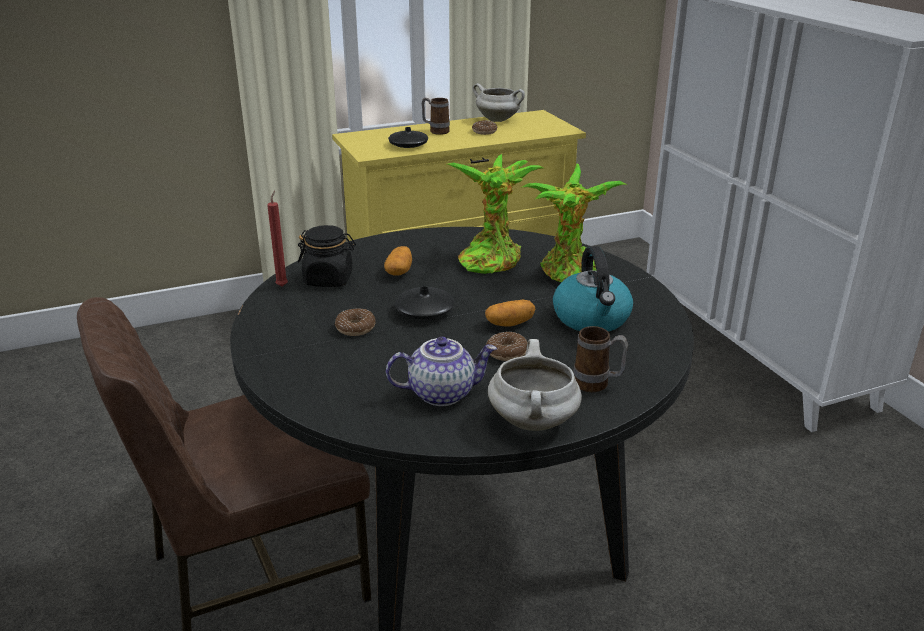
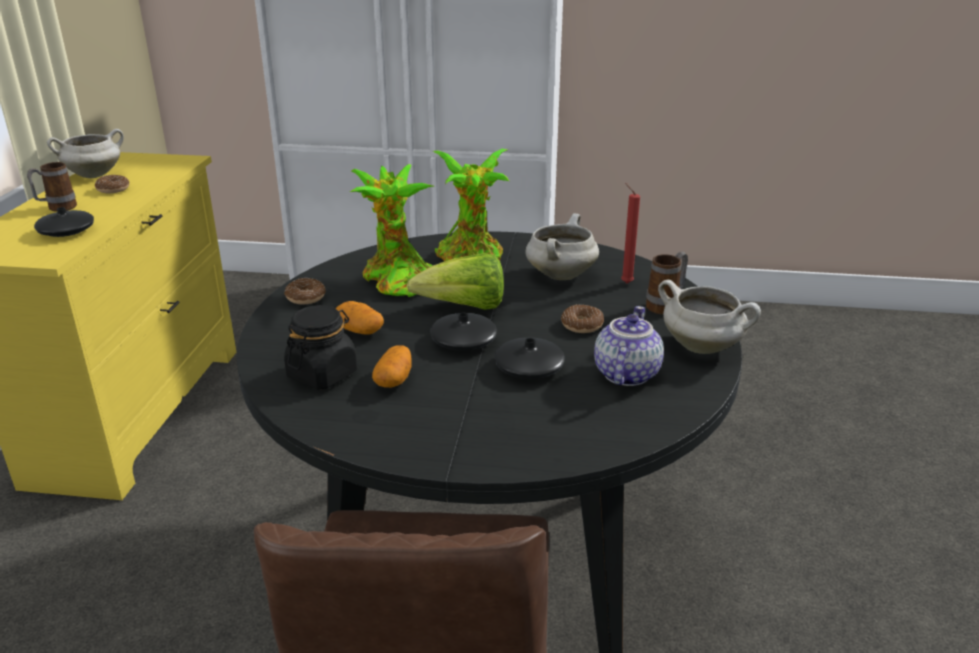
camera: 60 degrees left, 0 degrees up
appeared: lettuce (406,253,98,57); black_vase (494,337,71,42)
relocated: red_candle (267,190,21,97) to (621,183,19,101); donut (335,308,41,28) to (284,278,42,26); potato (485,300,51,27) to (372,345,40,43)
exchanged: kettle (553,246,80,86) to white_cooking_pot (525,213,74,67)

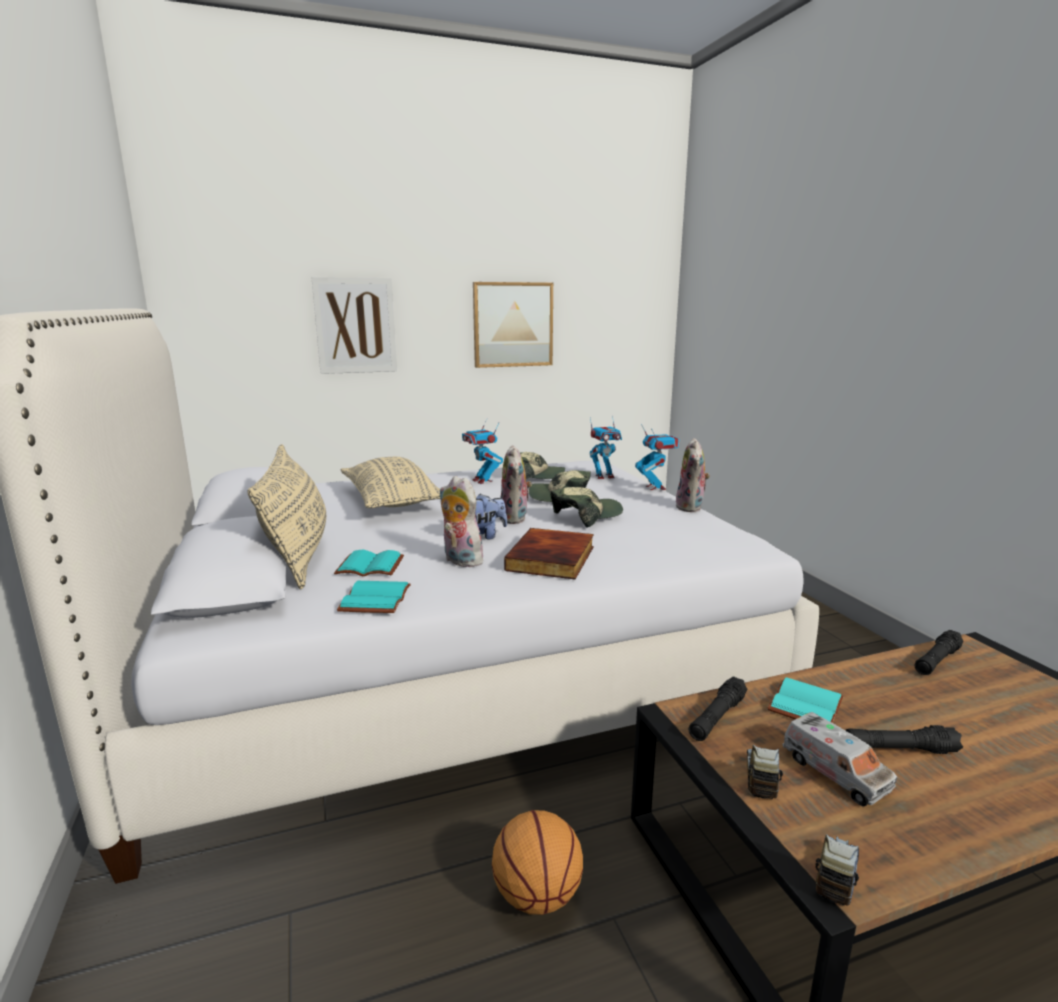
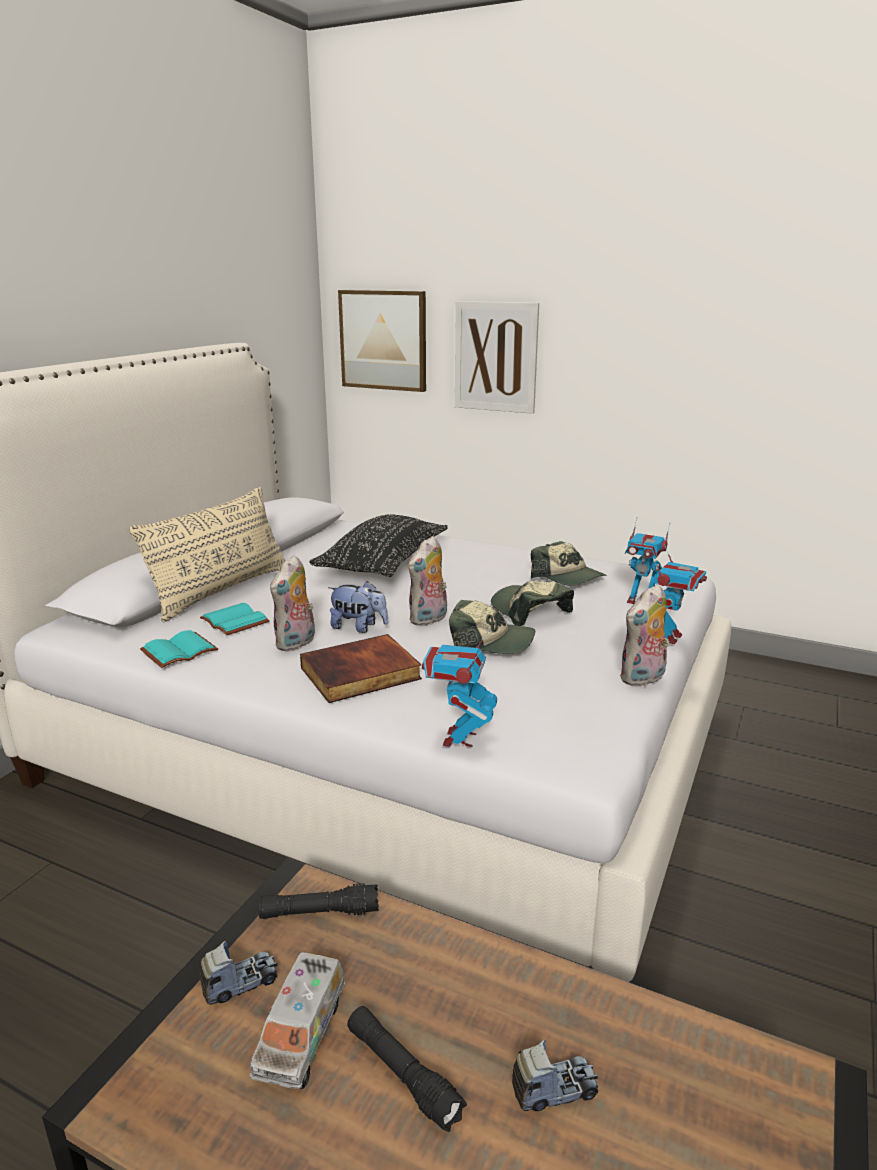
camera: 45 degrees right, 5 degrees up
missing: basketball (492,810,91,105); turquoise_book (767,677,77,46); black_flashlight (915,630,48,45)
relocated: toy_robot (462,419,41,65) to (422,629,75,118); picture (473,282,80,86) to (338,290,88,102); toy_truck (815,834,44,72) to (512,1039,86,72)
colour: beige_pillow (341,457,99,51) to black_pillow (309,514,139,63)
spun: plush_toy (439,476,44,91) = (270,555,45,97) 150 degrees counterclockwise

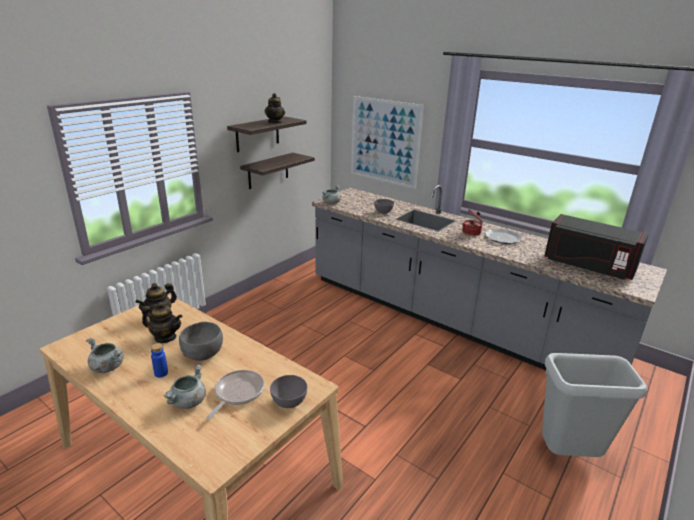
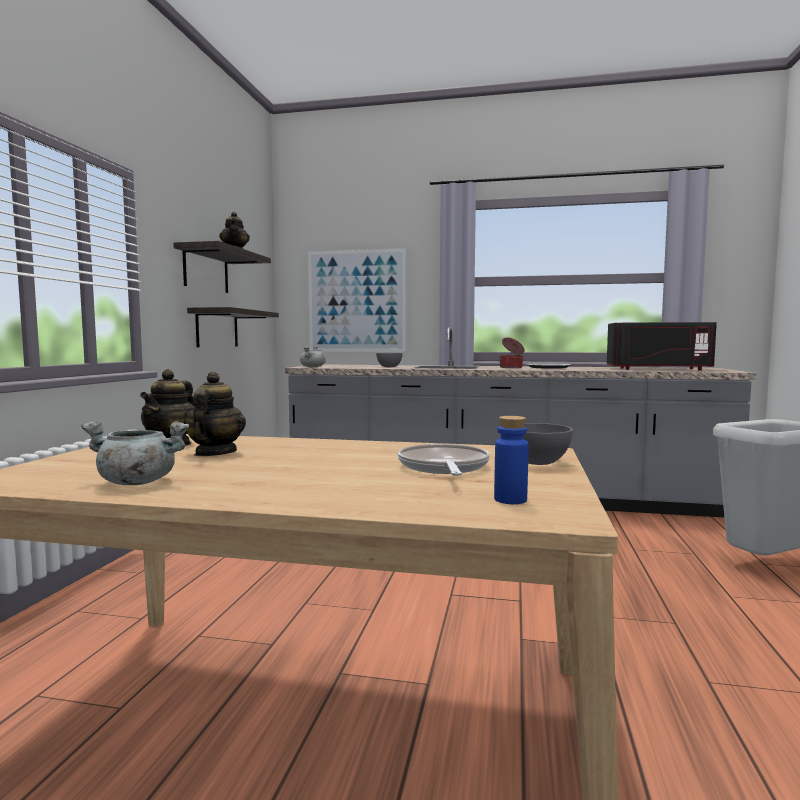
camera: 25 degrees left, 20 degrees down
missing: grey_cooking_pot (163,364,43,45); grey_bowl (179,322,44,39)
relocated: blue_bottle (151,343,17,35) to (494,416,34,88)
spun: teapot (142,302,40,41) = (184,372,62,84) 75 degrees counterclockwise

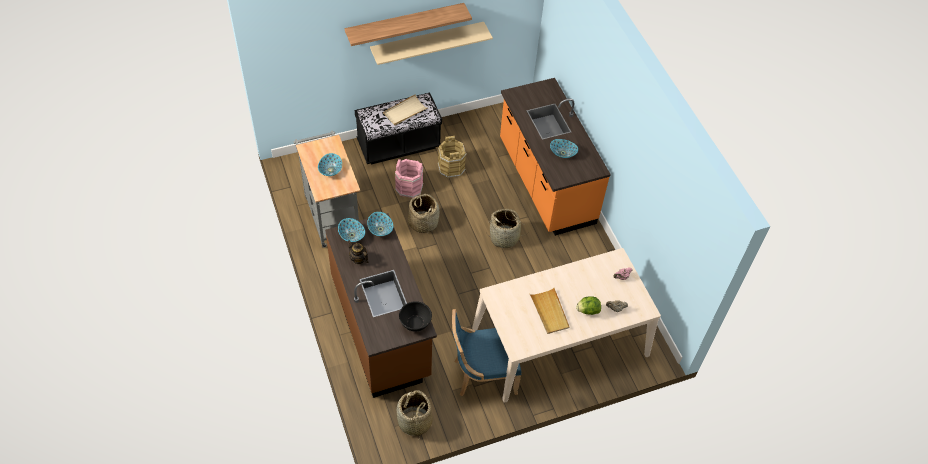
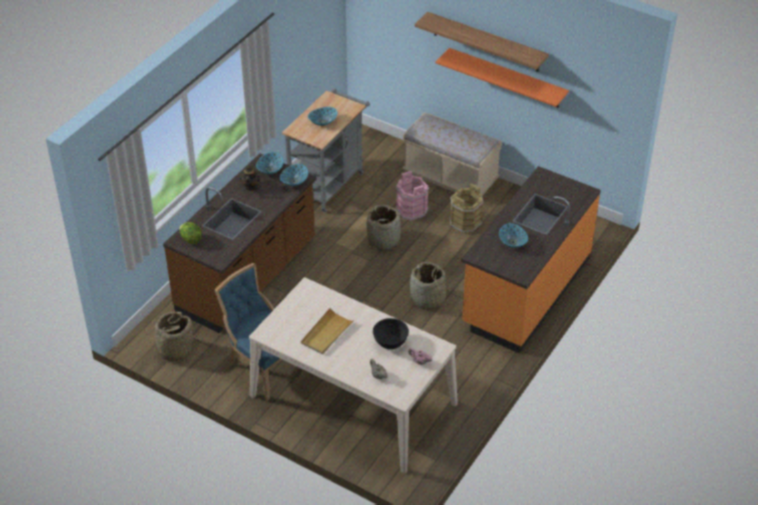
camera: 55 degrees right, 10 degrees down
missing: beige_tray (383,94,44,32)
relocated: black_bowl (399,301,33,31) to (373,318,36,31); lettuce (576,296,25,19) to (179,222,23,22)
colour: black_bench (355,93,87,71) to beige_bench (403,112,99,84); beige_shelf (370,22,123,43) to orange_shelf (436,48,133,59)

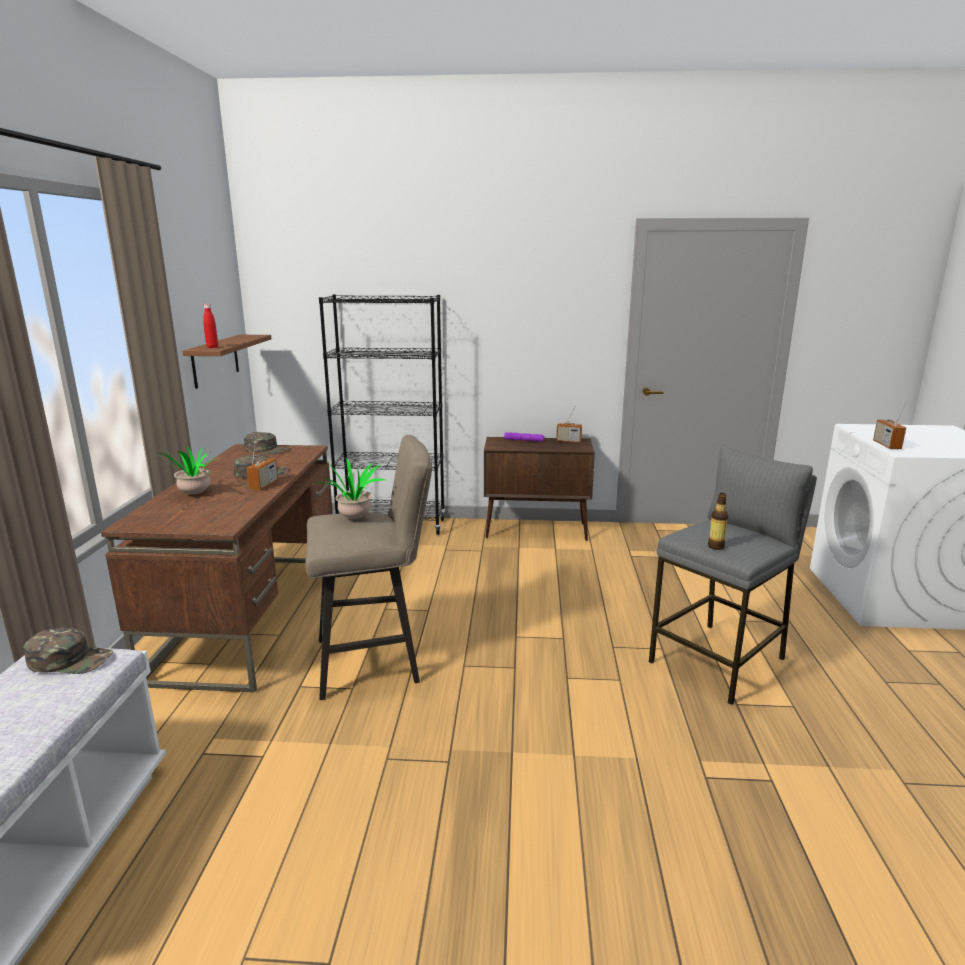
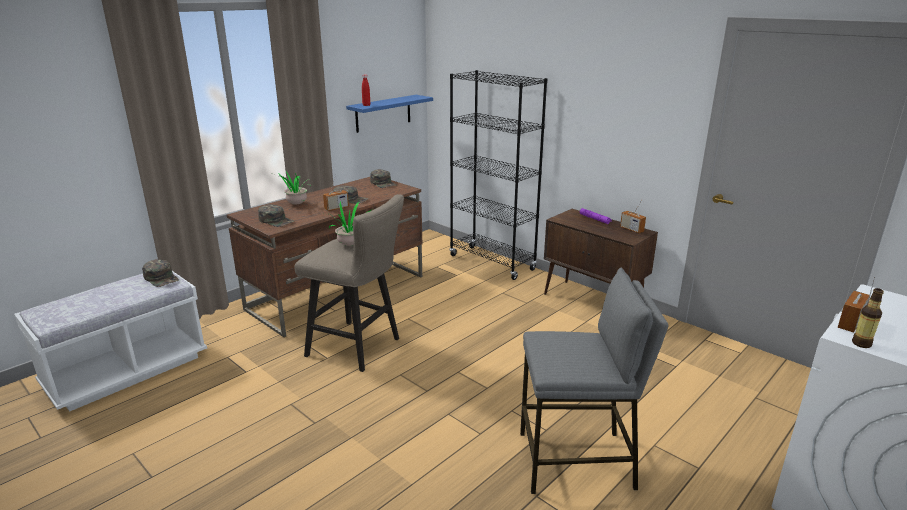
camera: 40 degrees right, 5 degrees up
appeared: green_cap (258,204,36,23)
relocated: bottle (708,493,20,57) to (852,288,32,60)
colour: brown_shelf (183,335,88,54) to blue_shelf (346,95,87,38)

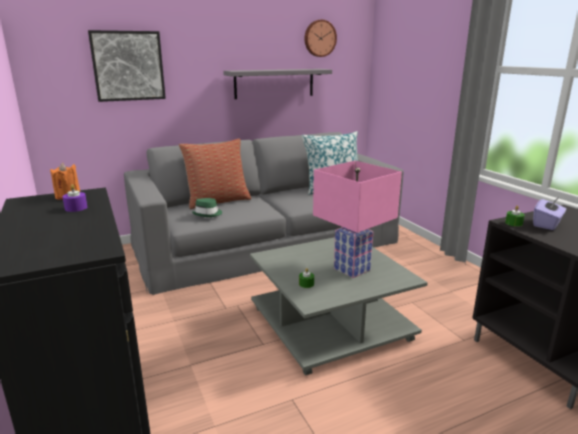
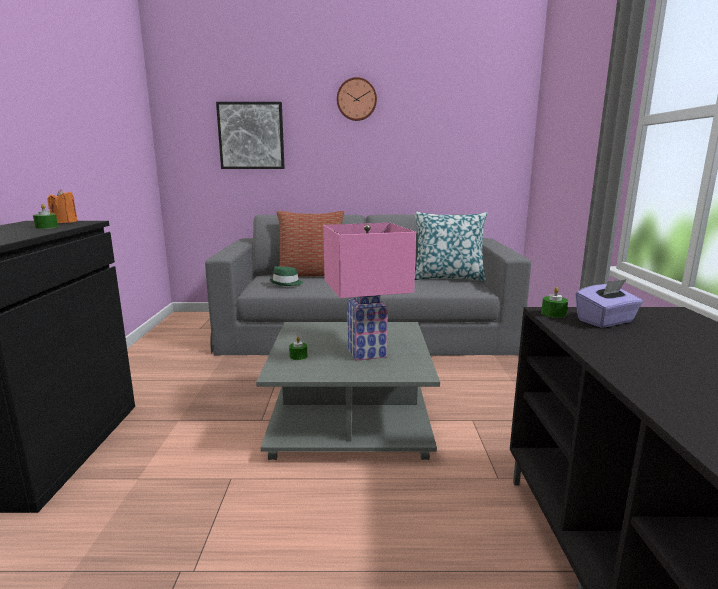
camera: 25 degrees right, 5 degrees down
missing: grey_shelf (223,69,109,30)
relocated: wall_clock (305,20,32,37) to (337,77,40,44)
colour: purple_candle (62,184,25,28) to green_candle (33,204,25,25)

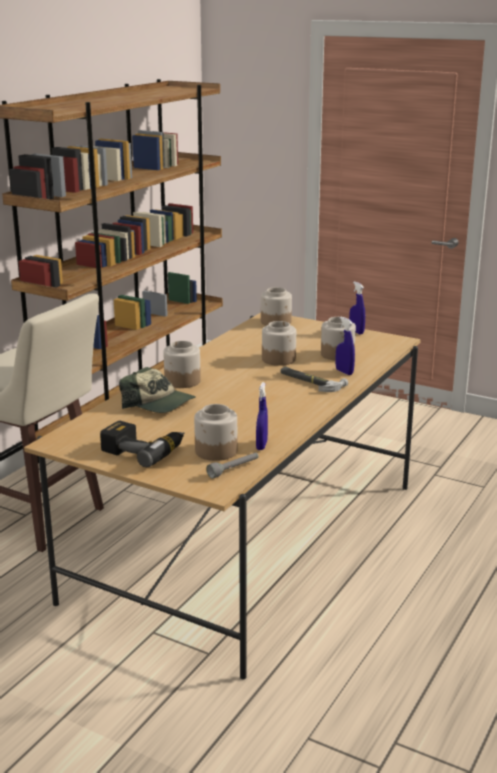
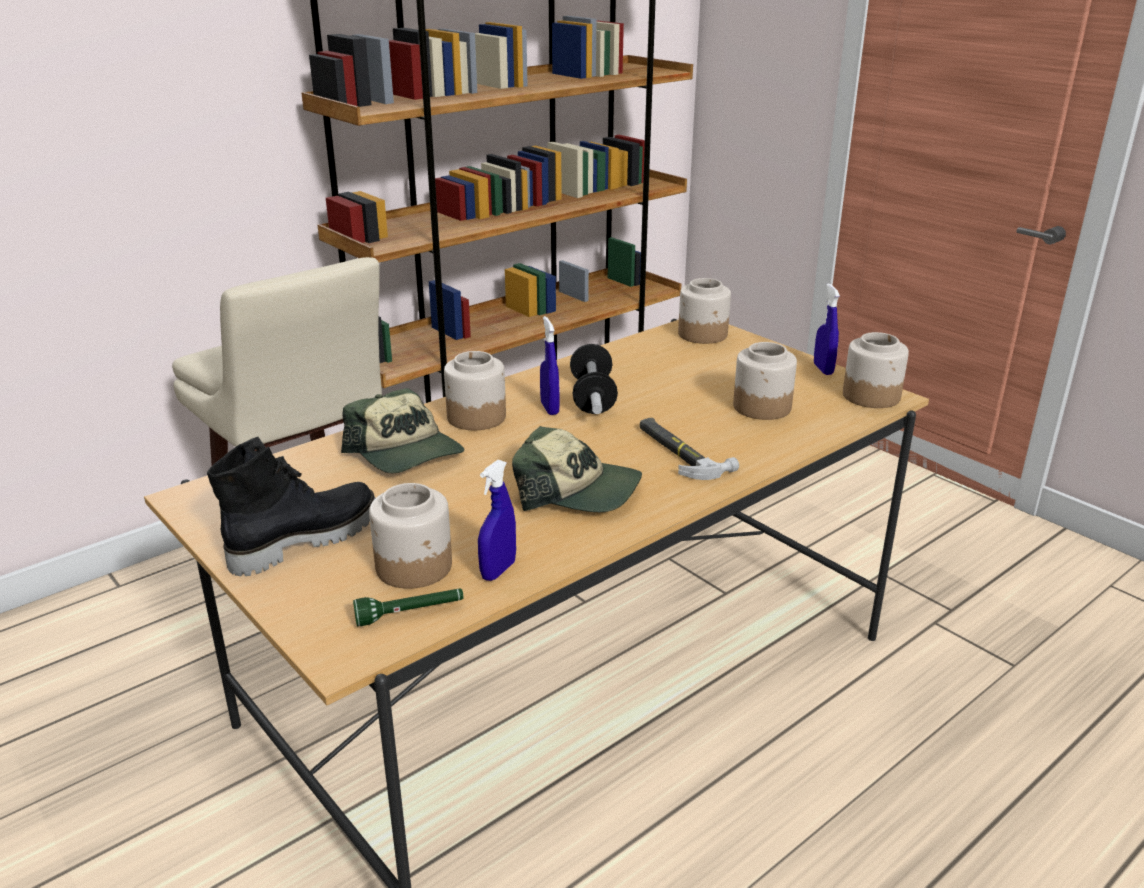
camera: 20 degrees right, 5 degrees up
appeared: cap (512,426,130,86); dumbbell (570,344,48,70)
relocated: jar (262,321,34,45) to (843,332,66,76); blue_spray_bottle (336,317,19,58) to (540,316,20,99)
exchanged: power_drill (100,421,84,46) to black_boot (207,437,168,139)
colour: grey_flashlight (206,453,53,25) to green_flashlight (353,589,111,37)

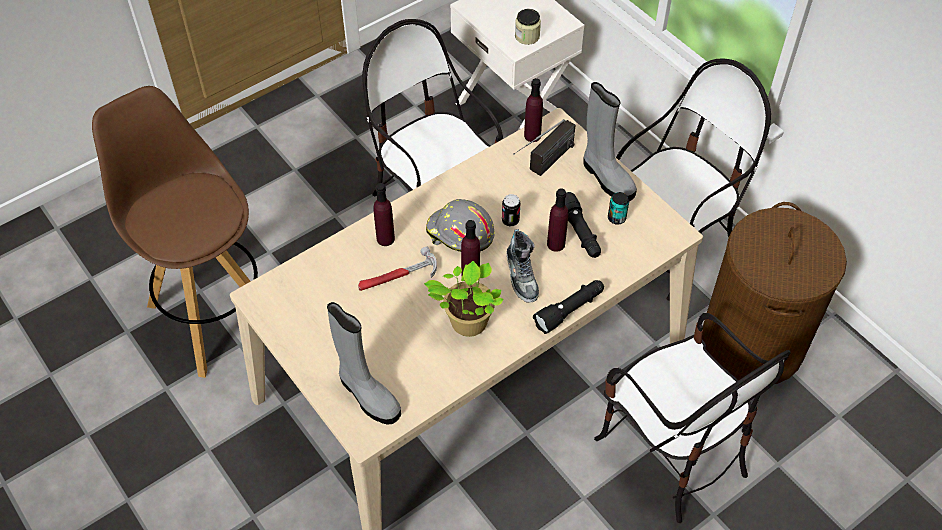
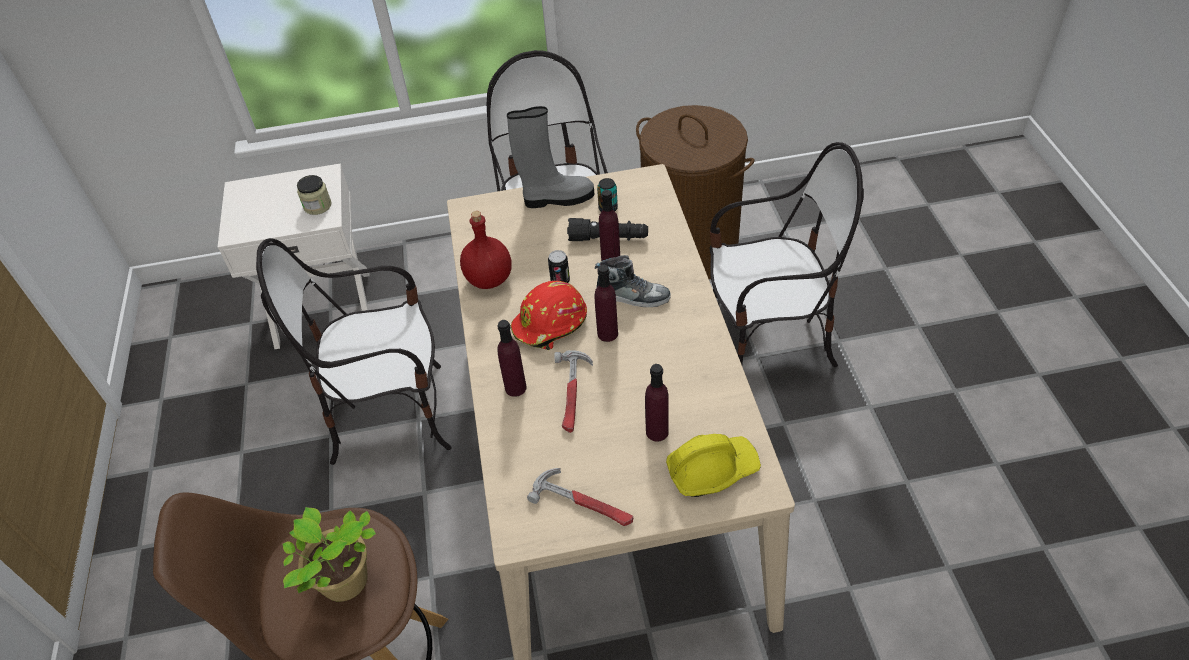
camera: 60 degrees left, 5 degrees down
missing: radio (513,119,63,57); black_flashlight (533,280,71,54)
appeared: red_bottle (460,211,52,78); hammer (527,468,106,58)
relocated: potted_plant (424,261,79,76) to (282,507,94,95); purple_bottle (524,78,19,64) to (645,364,24,77)
exchanged: grey_boot (327,302,74,123) to yellow_hard_hat (666,434,95,63)
colour: grey_hard_hat (426,199,69,53) to red_hard_hat (511,281,76,69)

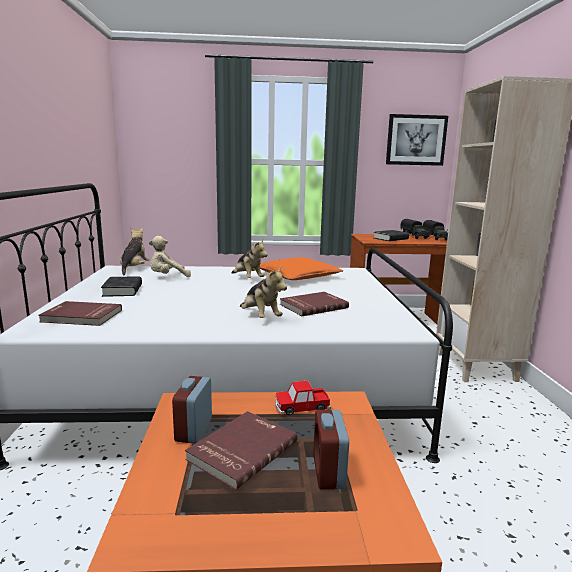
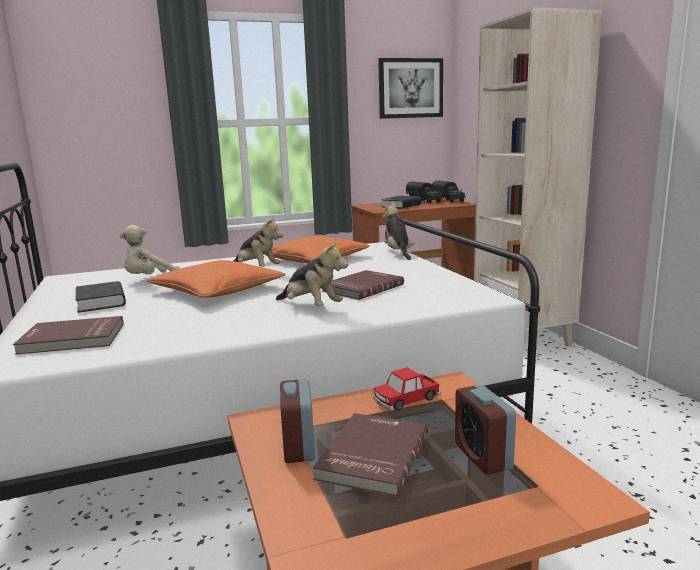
camera: 15 degrees left, 0 degrees up
appeared: orange_pillow (147,260,138,38)
relocated: plush_toy (120,228,29,47) to (383,202,32,58)

